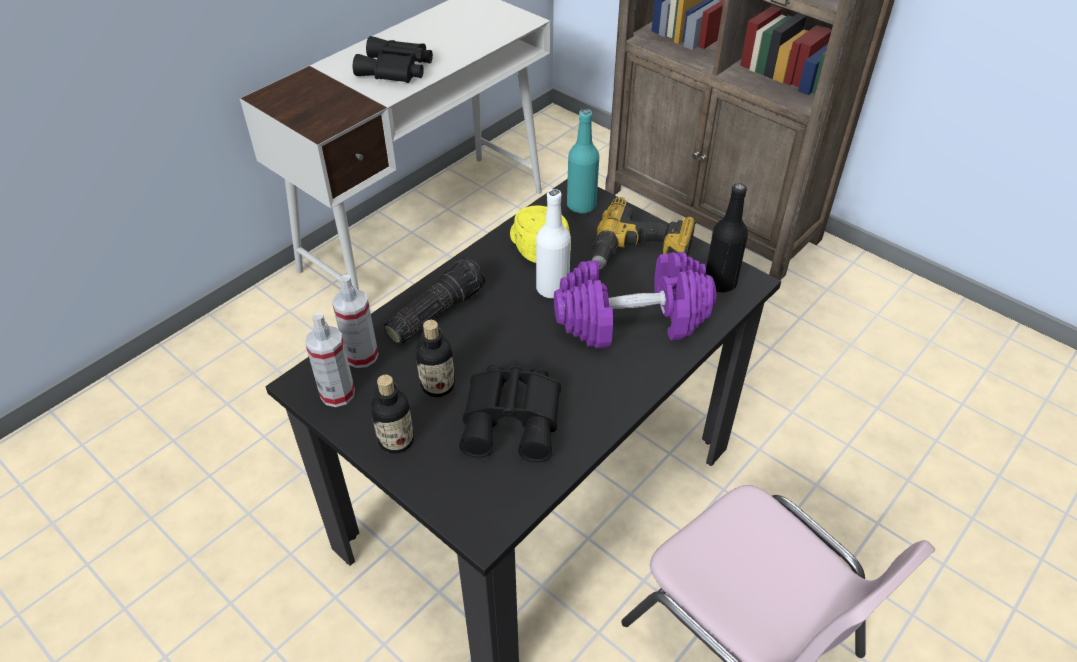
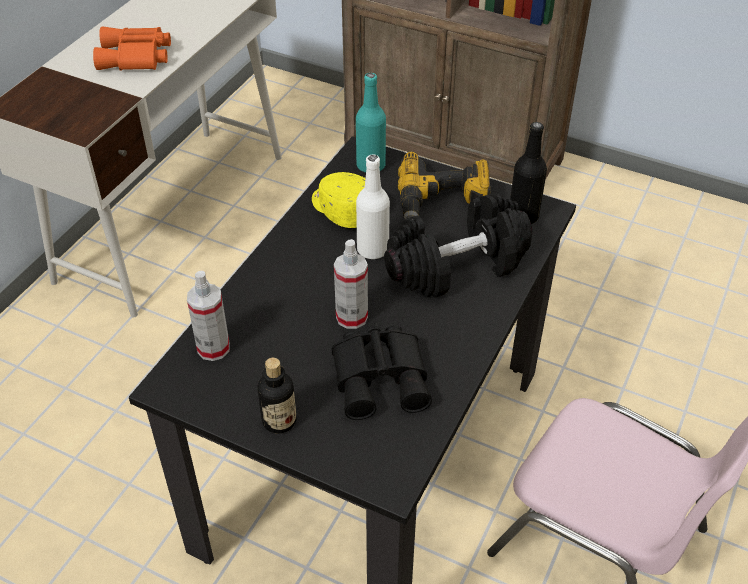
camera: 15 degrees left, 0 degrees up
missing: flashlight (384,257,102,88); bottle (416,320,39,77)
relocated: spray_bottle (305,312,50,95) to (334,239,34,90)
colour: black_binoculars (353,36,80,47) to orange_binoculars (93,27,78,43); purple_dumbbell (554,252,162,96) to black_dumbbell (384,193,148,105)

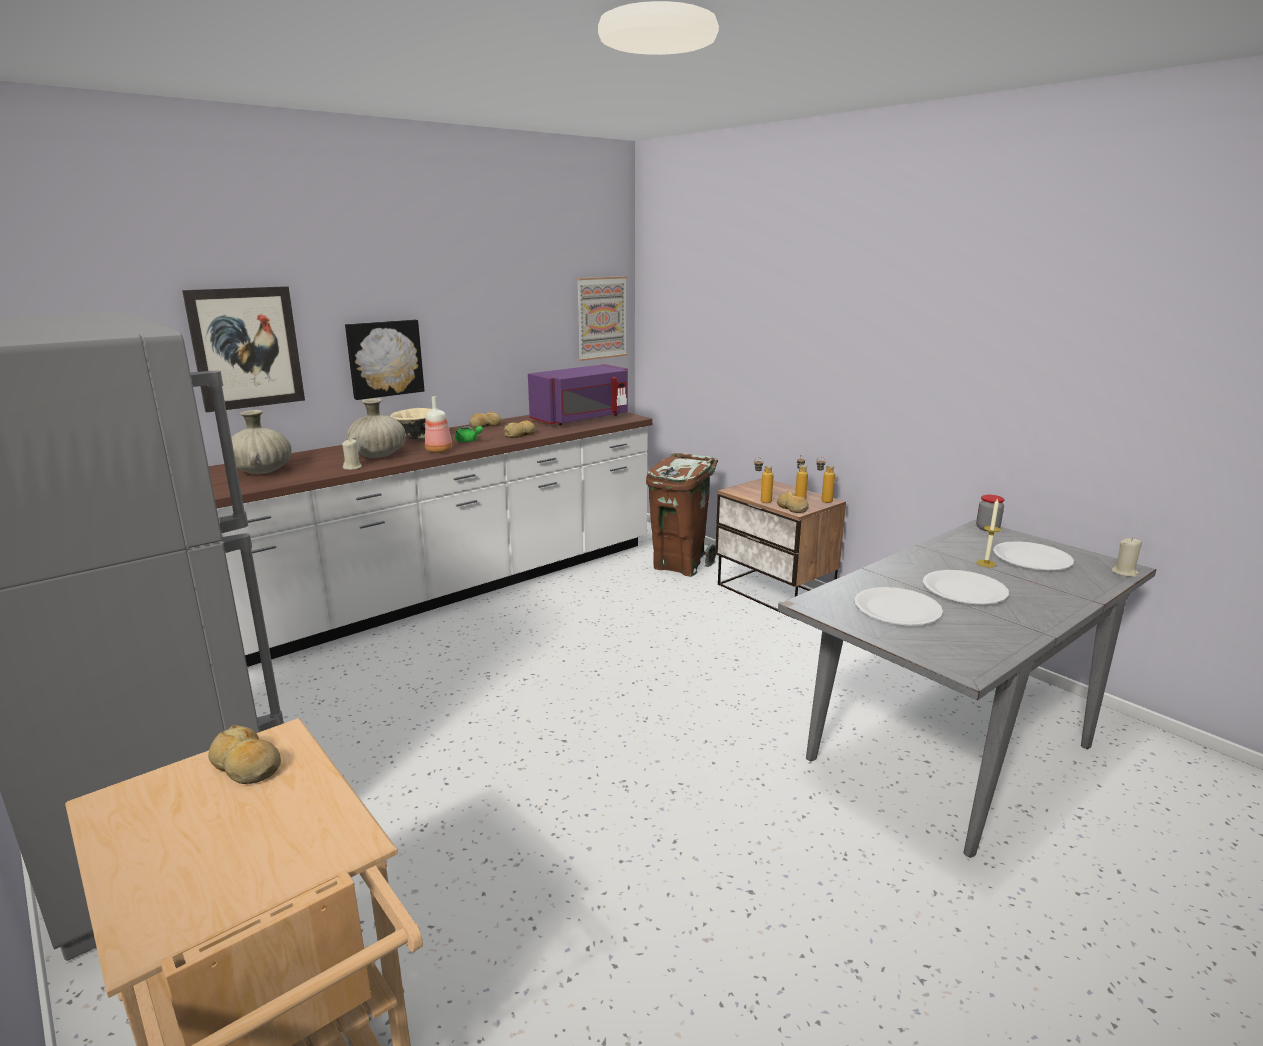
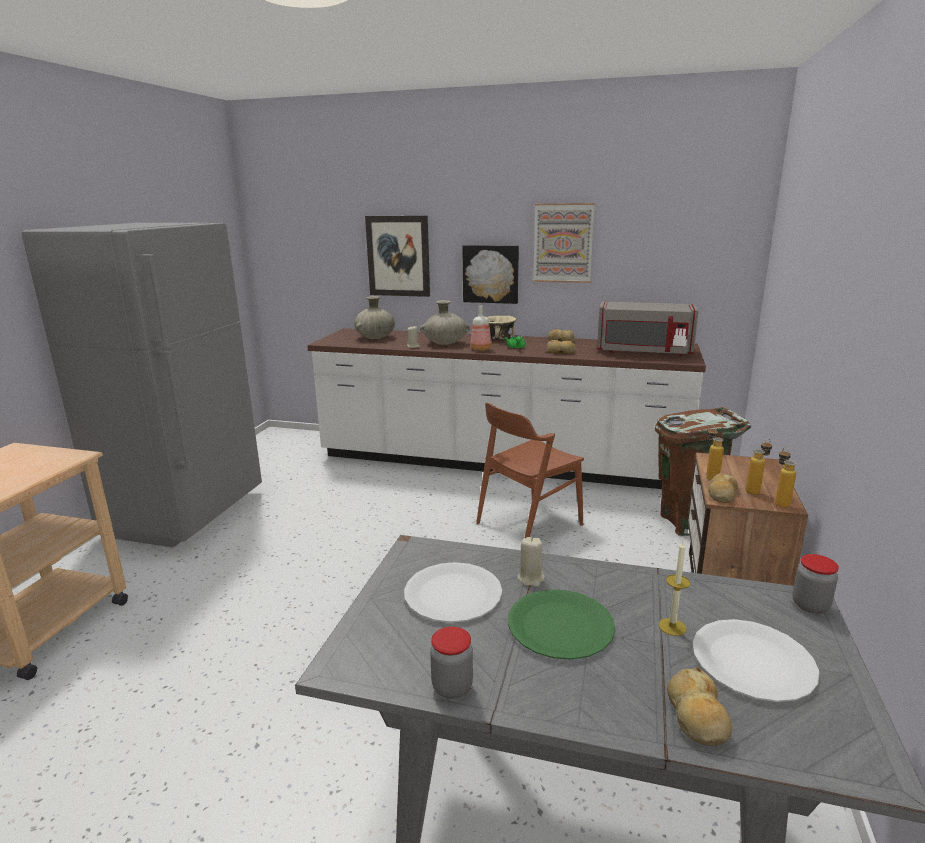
camera: 55 degrees right, 0 degrees up
appeared: jar (430,627,43,72); brown_chair (476,403,108,135)
relocated: bread (208,725,73,59) to (667,667,65,79); picture (577,276,50,85) to (533,203,62,80); beige_candle (1111,538,31,39) to (517,537,28,50)
colour: purple_microwave (528,364,100,61) to grey_microwave (597,302,101,54); white_plate (923,570,86,35) to green_plate (508,589,107,71)

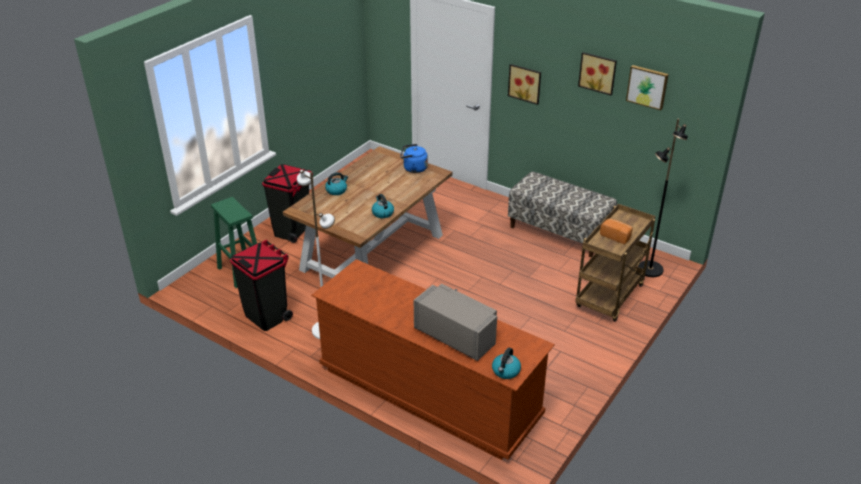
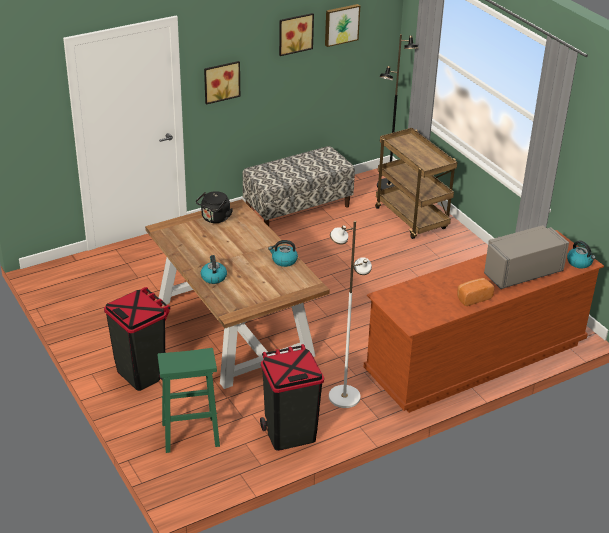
camera: 65 degrees left, 0 degrees up
relocated: bread (600,218,33,26) to (457,278,37,28)
colour: blue_kettle (400,144,28,29) to black_kettle (196,191,37,32)

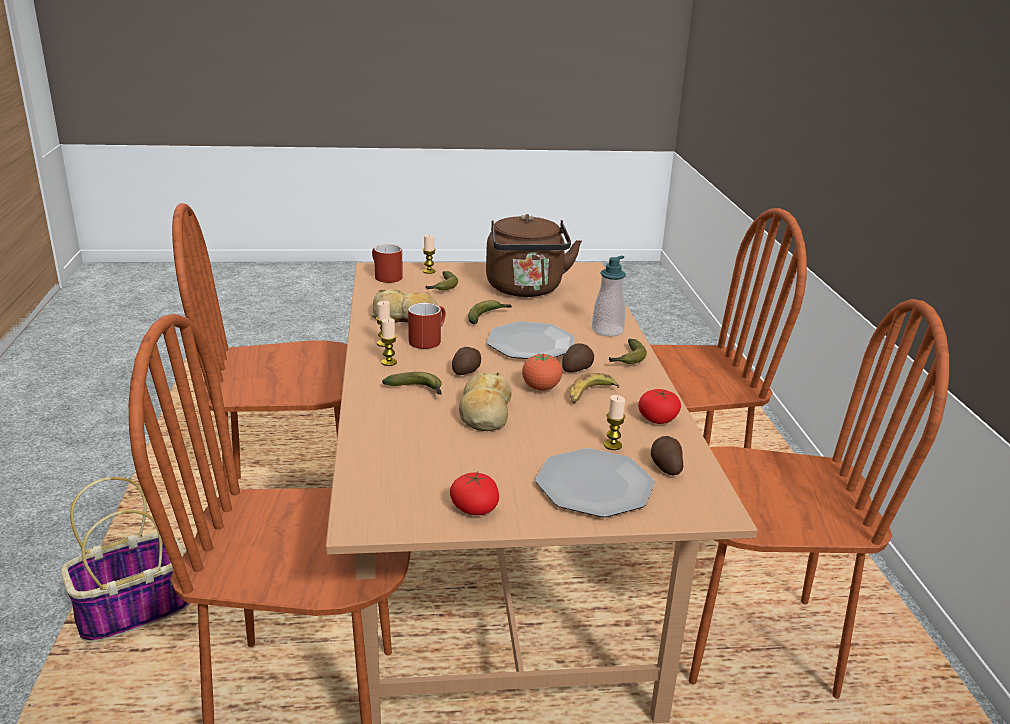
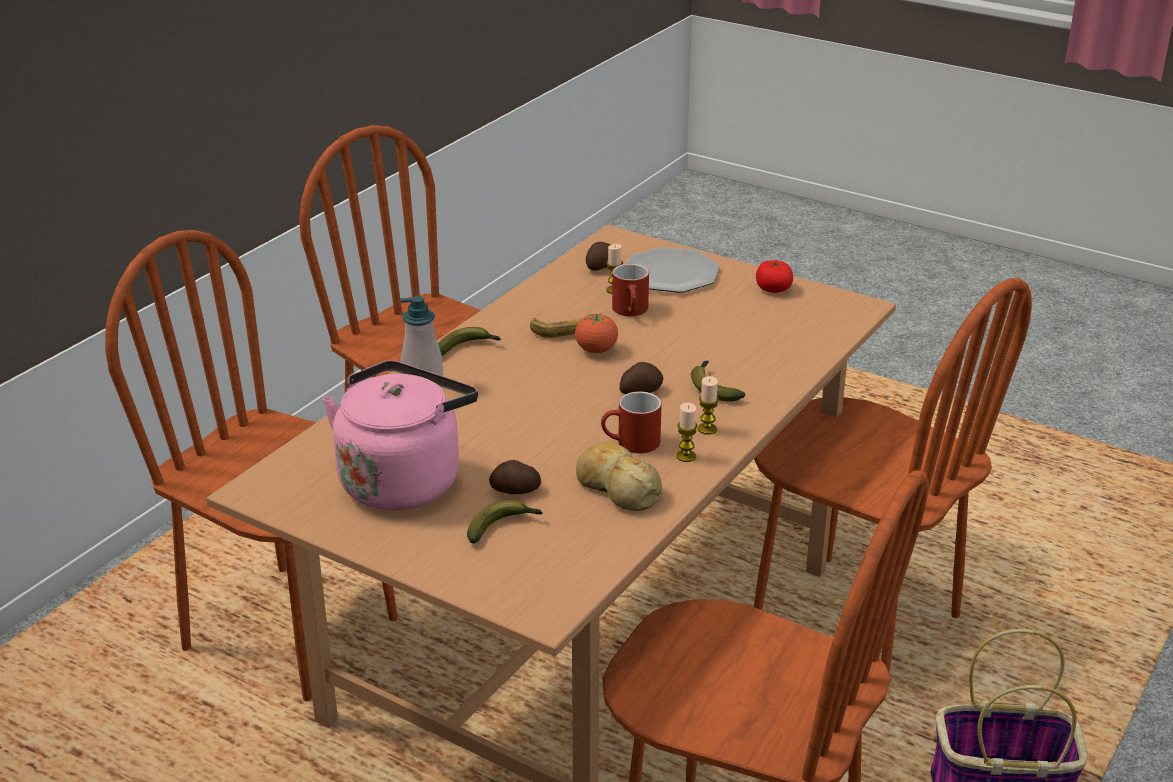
camera: 140 degrees left, 5 degrees up
missing: candle (423,235,13,39); bread (459,372,53,59); banana (468,300,44,24); plate (487,321,88,38); tomato (638,389,43,35)
relocated: red_mug (372,244,31,39) to (612,264,37,52); potato (562,344,32,28) to (489,460,52,34)
colour: brown_kettle (486,214,96,83) to pink_kettle (323,360,155,151)

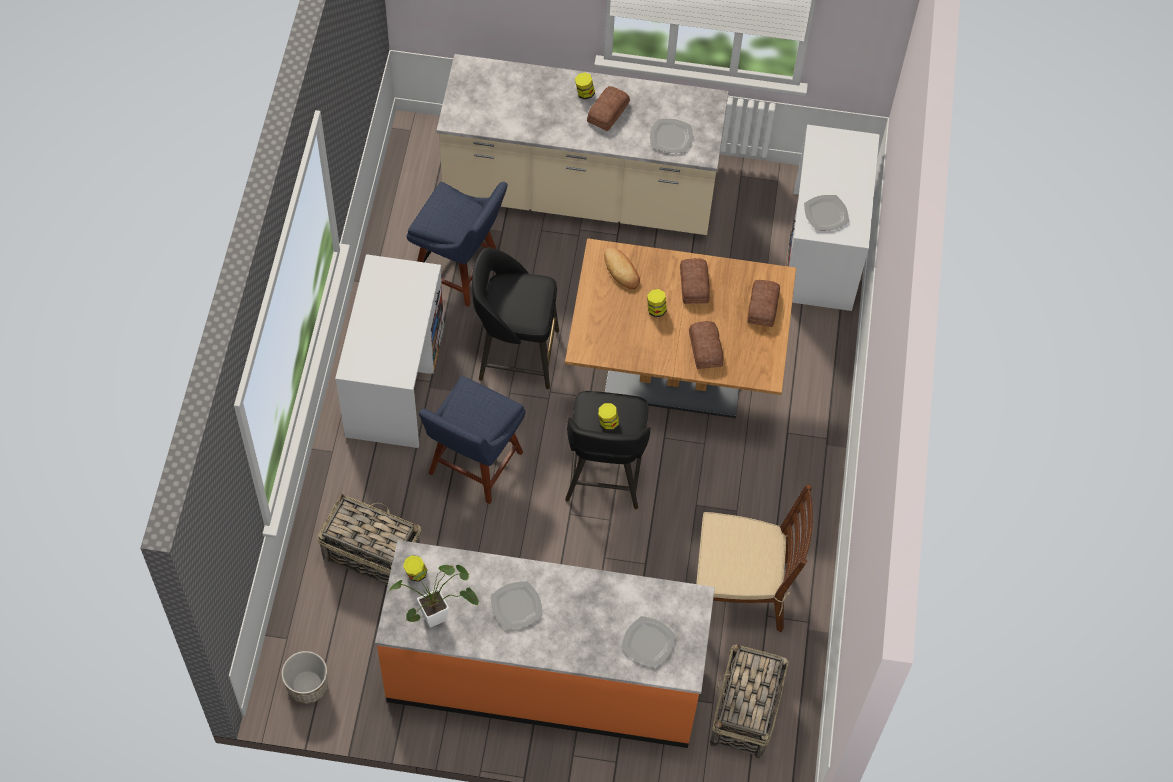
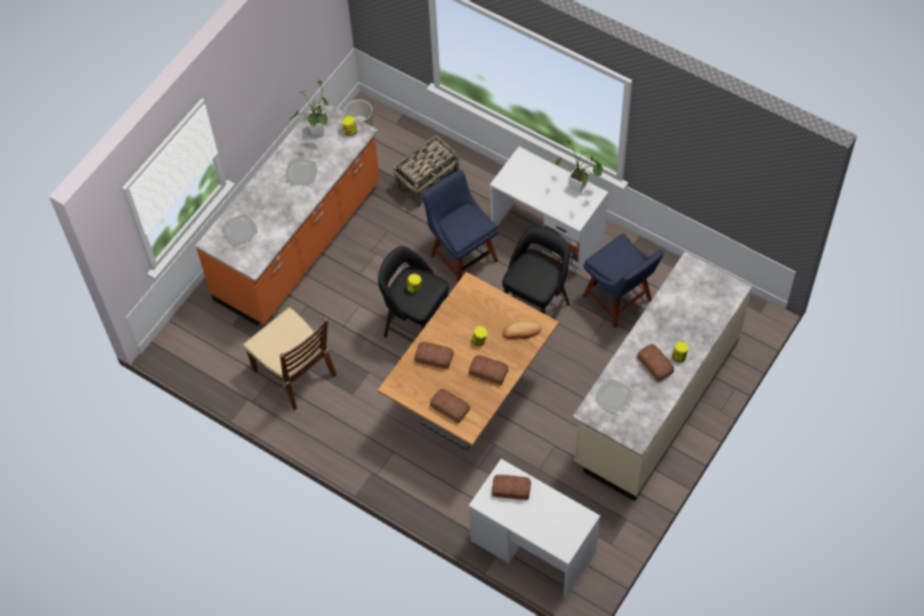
camera: 120 degrees right, 0 degrees up
missing: basket (710,644,79,115)
appeared: potted_plant (555,141,48,52)
exchanged: plate (804,195,45,36) to bread (492,475,39,25)
spun: blue_chair (407,182,101,125) = (583,234,81,95) 90 degrees counterclockwise; brown_chair (696,484,117,148) = (243,307,94,103) 75 degrees counterclockwise

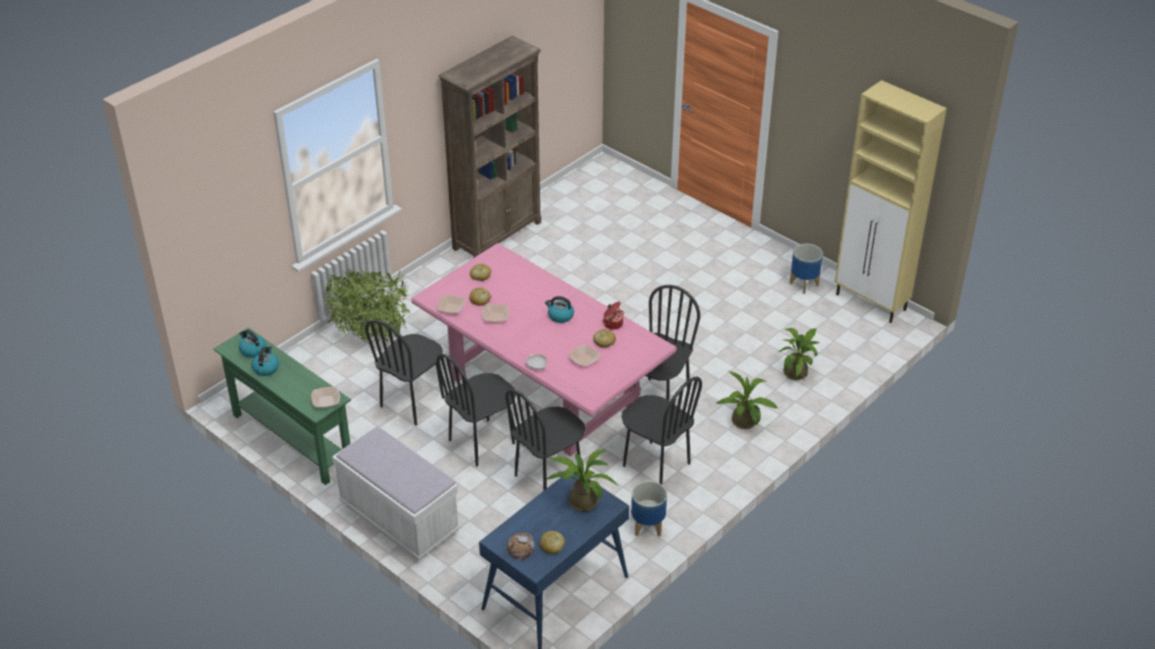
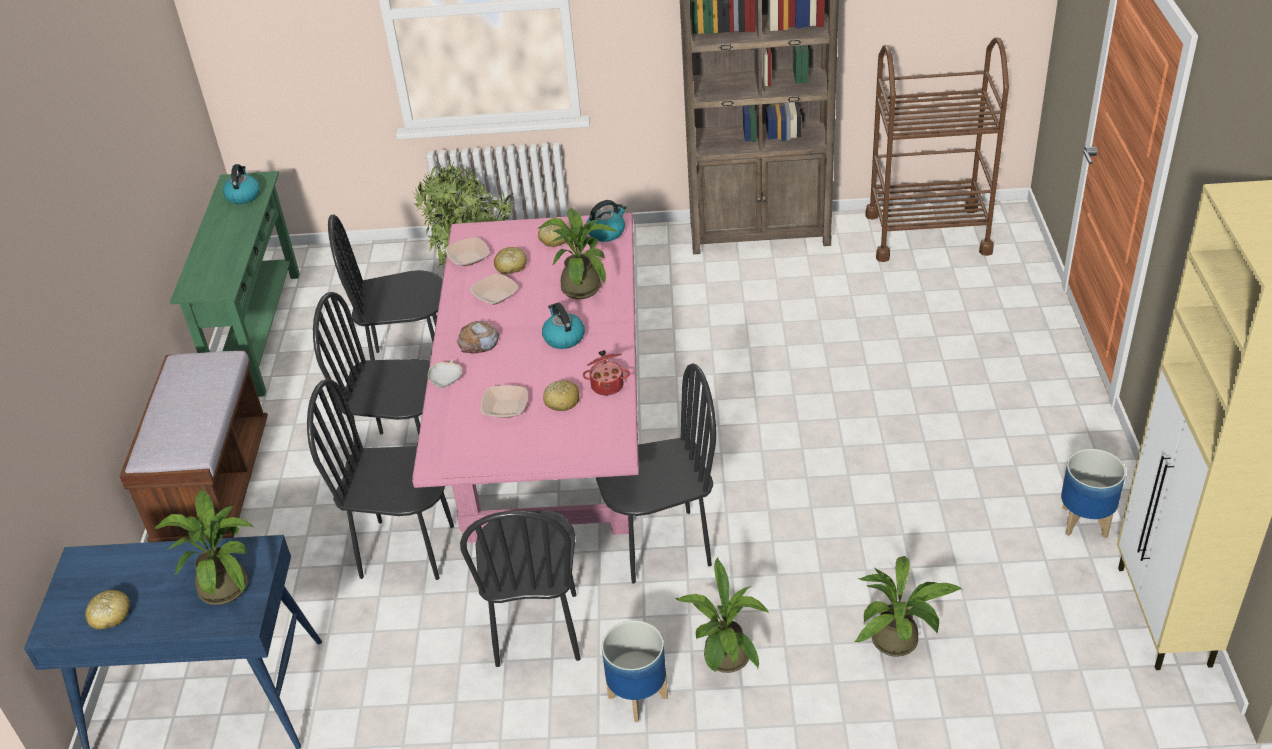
camera: 50 degrees right, 0 degrees up
missing: bowl (311,387,29,21)
appeared: potted_plant (538,208,79,91); brown_cart (865,37,144,225)
relocated: kettle (252,346,27,30) to (586,200,40,42); bread (506,533,29,27) to (457,321,42,32); planter (631,481,36,56) to (602,620,66,102)
colour: white_bench (332,427,129,133) to brown_bench (119,350,149,192)

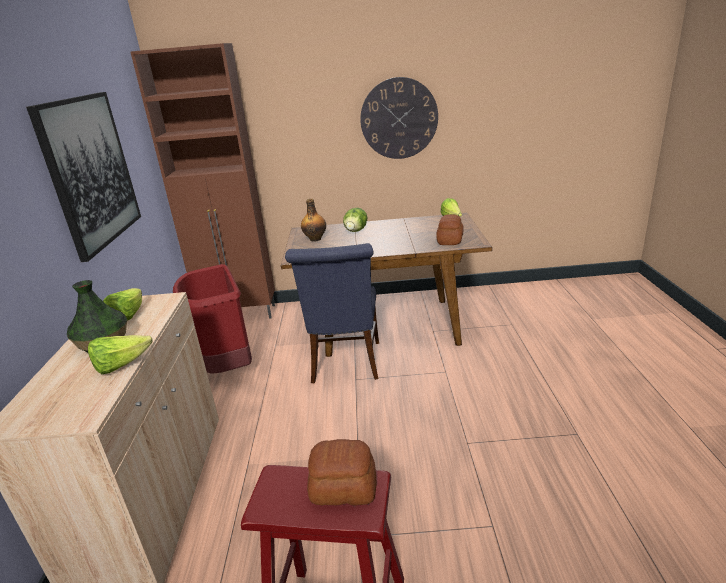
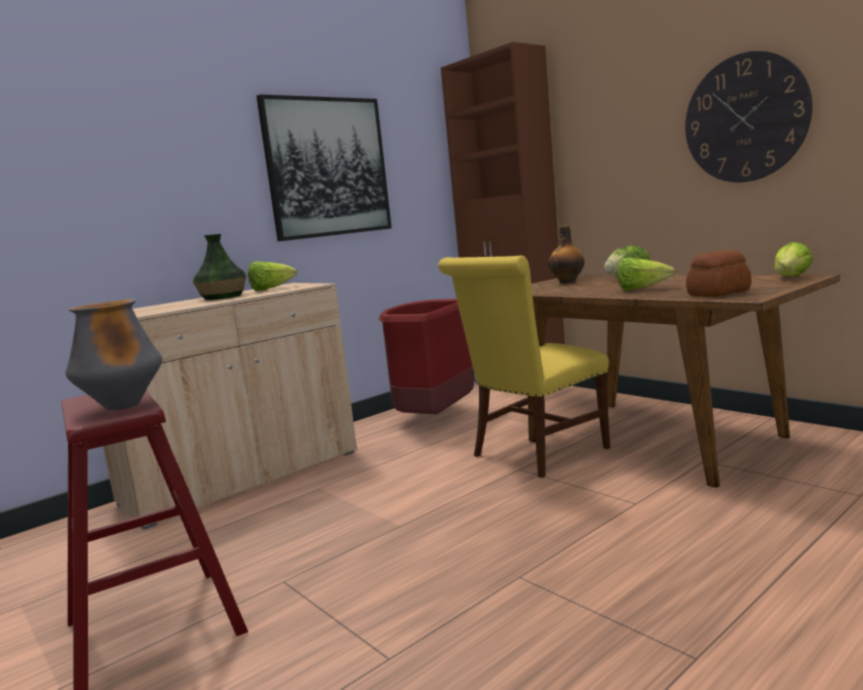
camera: 50 degrees right, 15 degrees down
relocated: lettuce (88,335,64,39) to (618,257,57,33)
exchanged: bread (307,439,69,67) to vase (65,299,97,112)
colour: blue_chair (285,243,94,140) to yellow_chair (438,256,172,222)

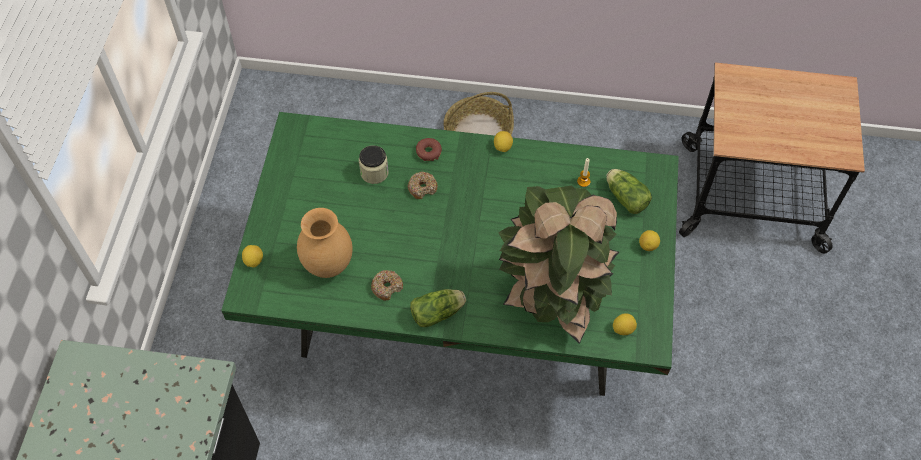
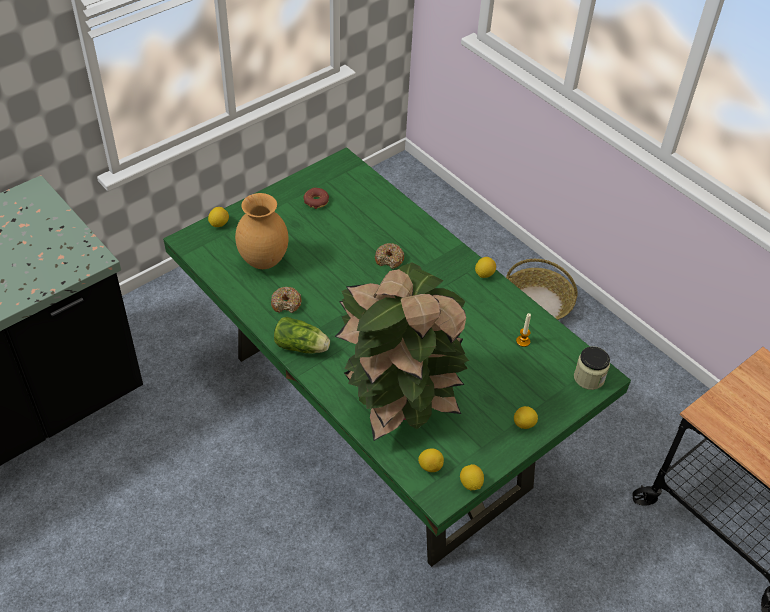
camera: 40 degrees right, 10 degrees down
missing: lettuce (606,169,46,45)
appeared: lemon (460,464,24,26)
relocated: jar (359,145,30,39) to (574,346,36,44); donut (416,138,26,23) to (303,188,26,21)

